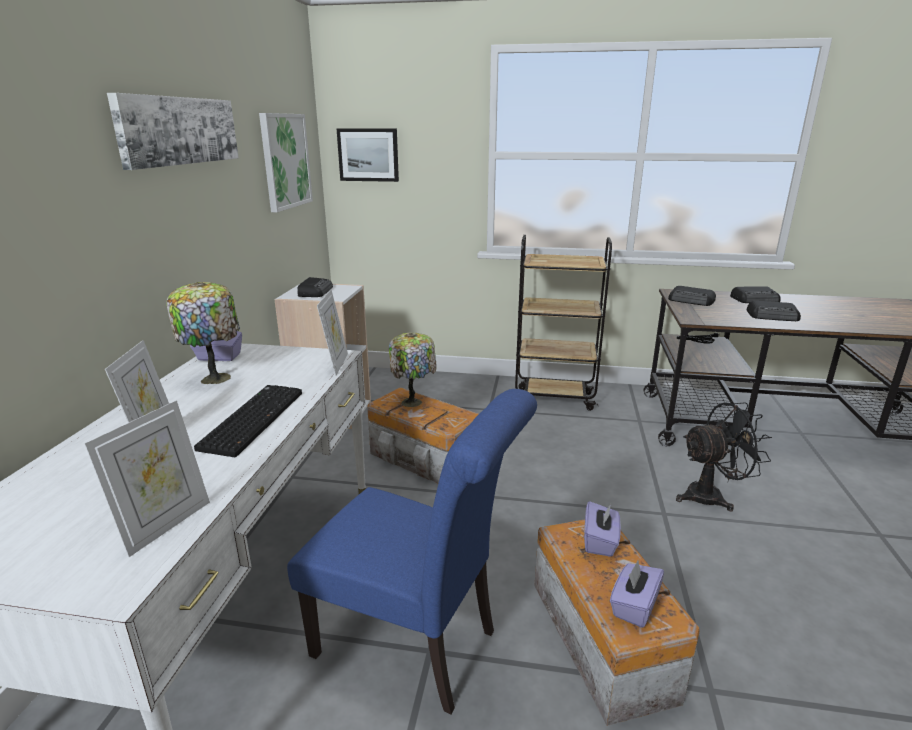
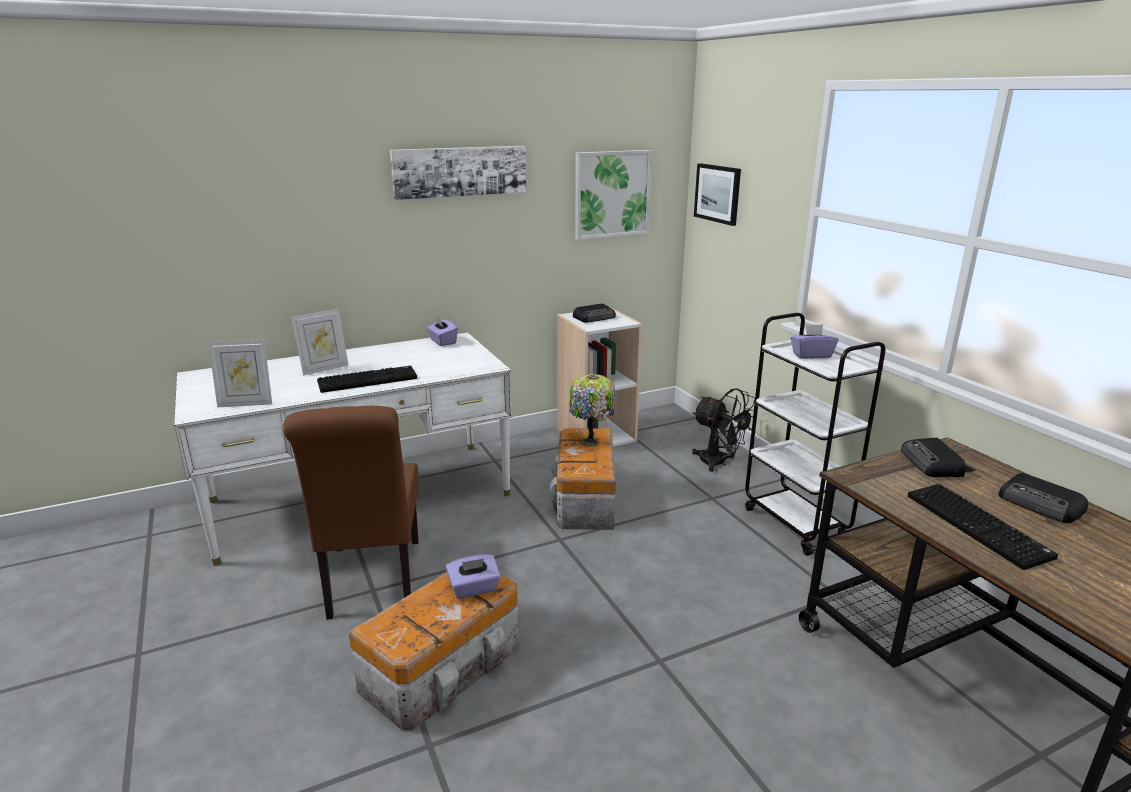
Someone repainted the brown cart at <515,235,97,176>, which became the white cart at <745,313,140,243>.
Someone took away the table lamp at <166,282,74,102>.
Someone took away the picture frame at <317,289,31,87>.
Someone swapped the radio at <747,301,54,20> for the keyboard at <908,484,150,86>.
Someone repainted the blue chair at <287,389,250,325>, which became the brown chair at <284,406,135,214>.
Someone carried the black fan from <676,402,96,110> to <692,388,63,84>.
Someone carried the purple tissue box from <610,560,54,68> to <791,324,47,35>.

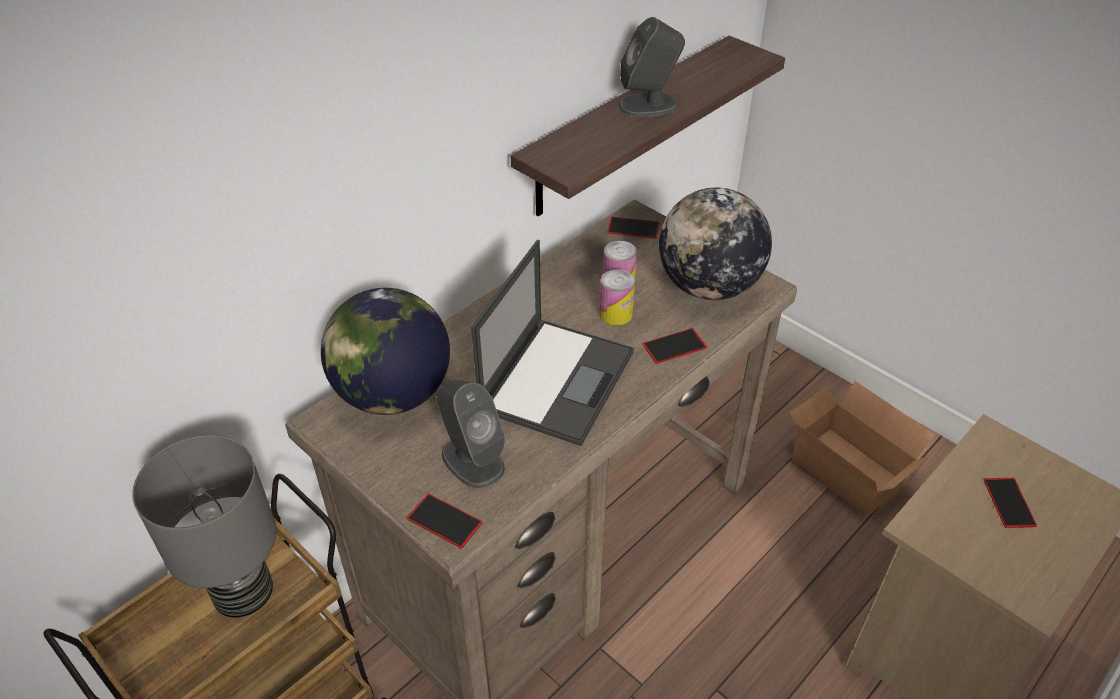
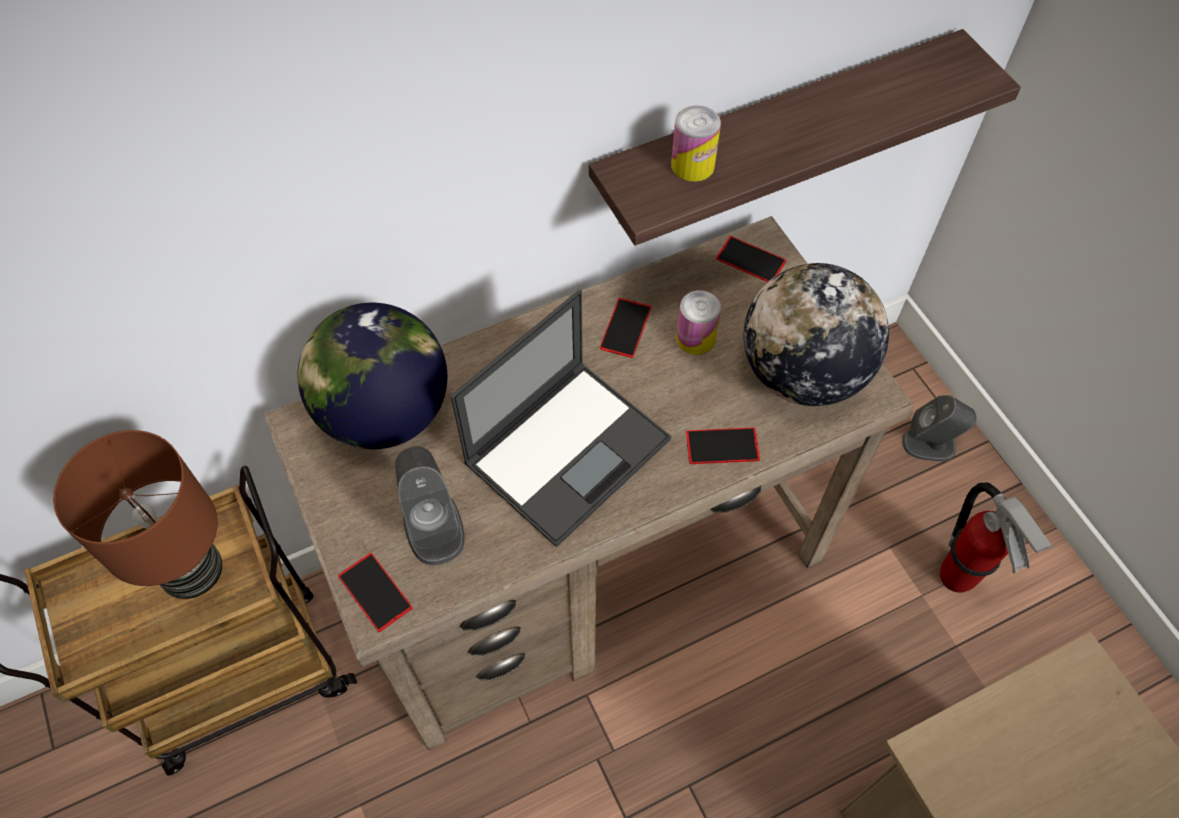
Someone carried the grey speaker from <618,17,67,100> to <902,395,75,66>.
Someone carried the can from <599,269,36,57> to <671,106,50,76>.
Someone swapped the cardboard box at <790,381,145,135> for the fire extinguisher at <940,483,113,110>.
Someone repainted the grey table lamp at <132,435,144,182>, which became the brown table lamp at <53,430,169,169>.
Someone carried the phone from <984,478,53,50> to <600,298,51,60>.

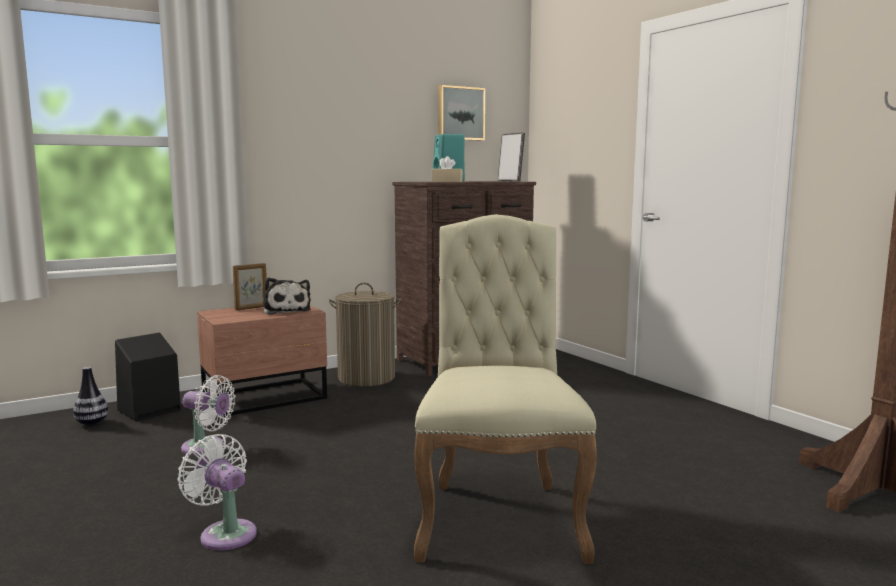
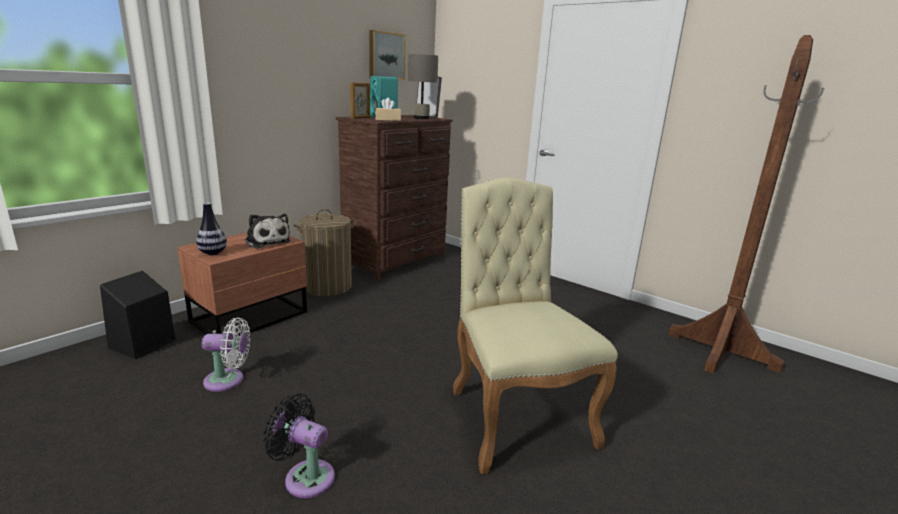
Someone carried the picture frame from <233,263,34,47> to <350,83,20,36>.
Someone carried the vase from <73,367,35,59> to <196,203,31,52>.
Someone repainted the white fan at <178,434,79,116>, which became the black fan at <263,394,72,104>.
Someone put down the grey table lamp at <408,54,30,65>.

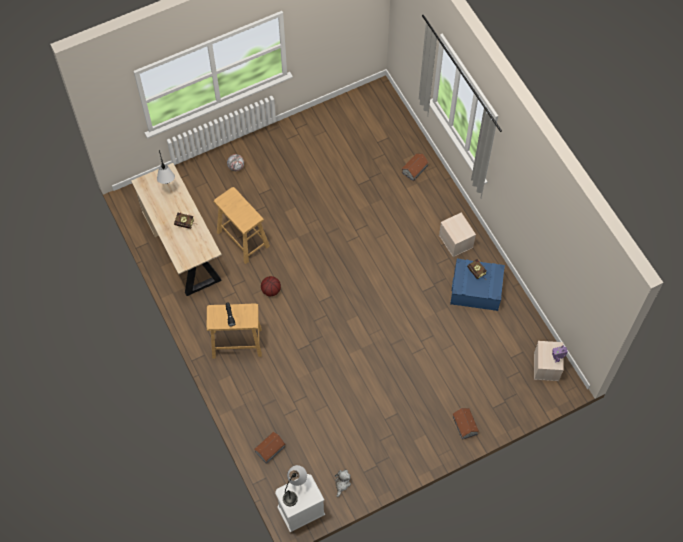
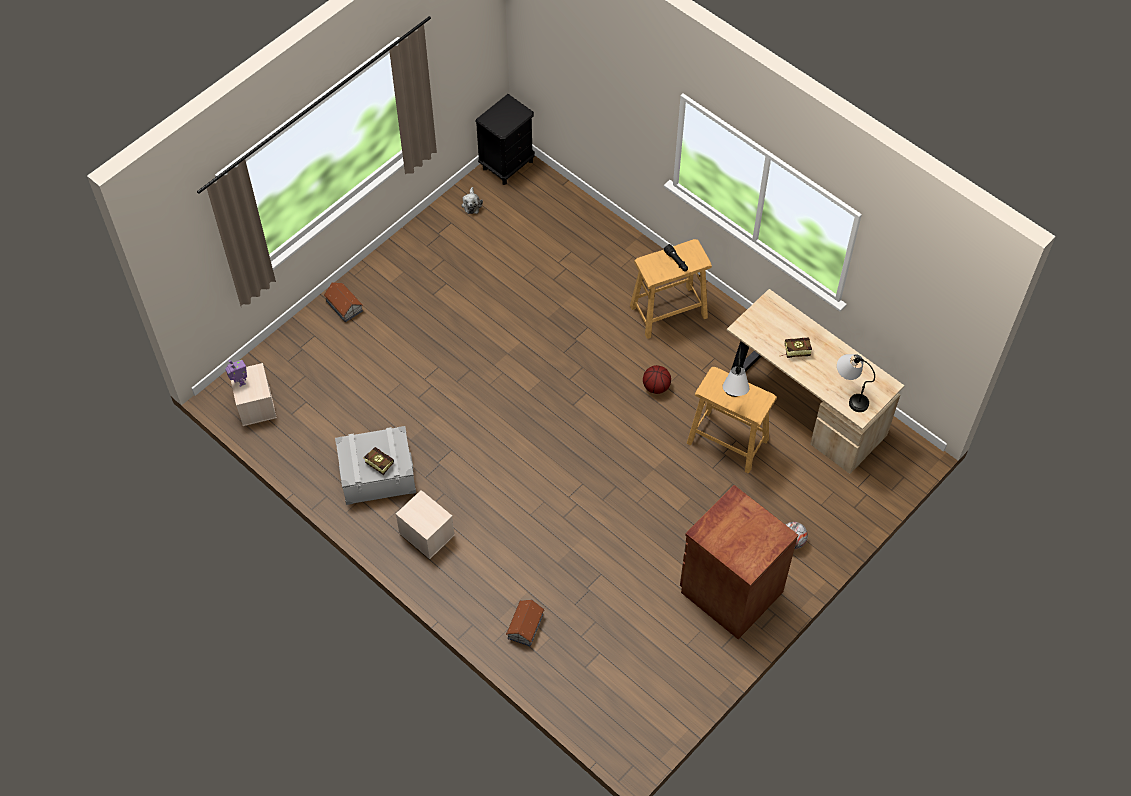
Someone repainted the blue storage box at <450,259,55,52>, which became the grey storage box at <335,426,81,79>.
Someone took away the toy house at <254,432,32,32>.
Someone carried the table lamp from <283,465,24,41> to <722,345,28,52>.
Someone repainted the white nightstand at <275,474,50,58>, which became the black nightstand at <475,94,60,91>.
Someone put down the brown dresser at <680,485,118,155>.

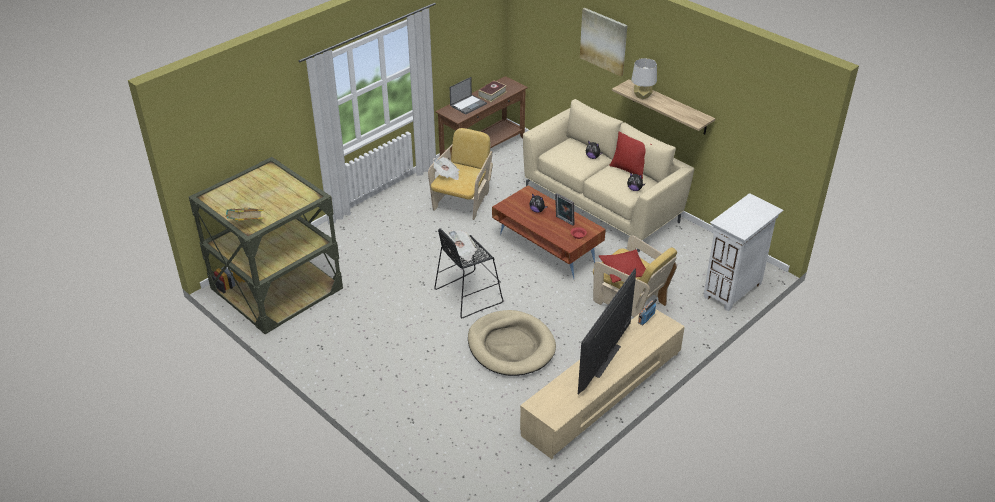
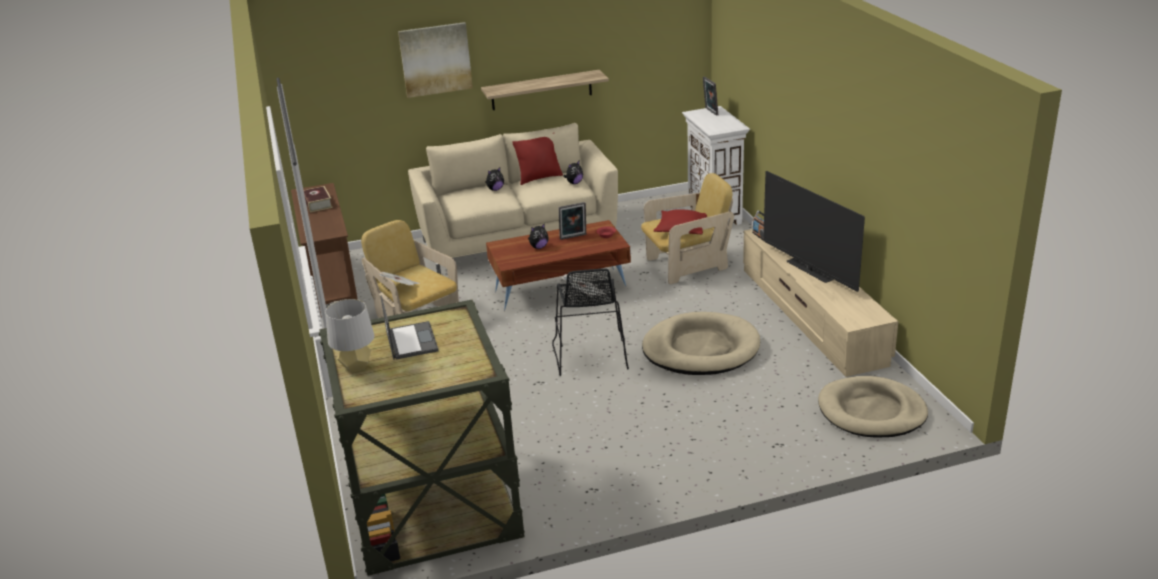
Someone carried the grey table lamp from <631,58,26,41> to <325,299,49,74>.
Someone carried the laptop from <450,77,37,38> to <380,295,59,65>.
Someone took away the book at <225,208,39,13>.
Someone put down the picture frame at <703,76,15,40>.
Someone put down the beige dog bed at <818,376,110,62>.

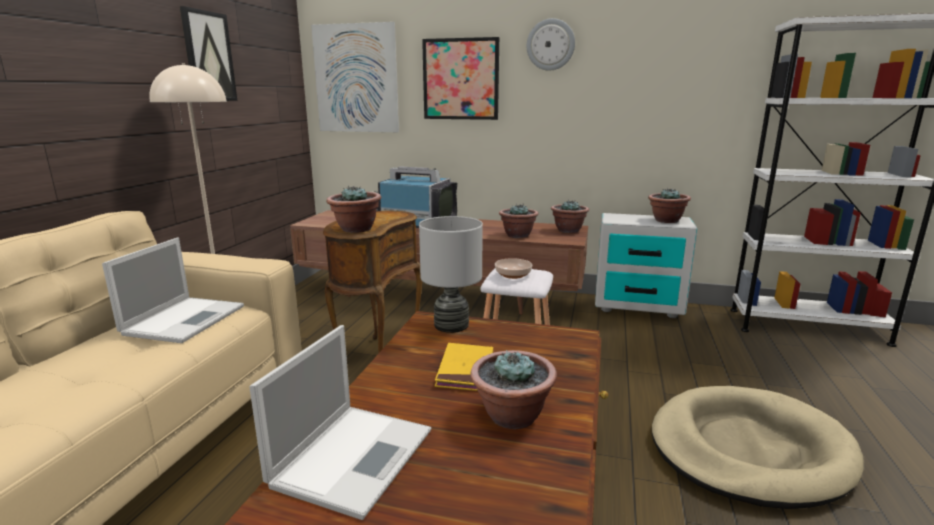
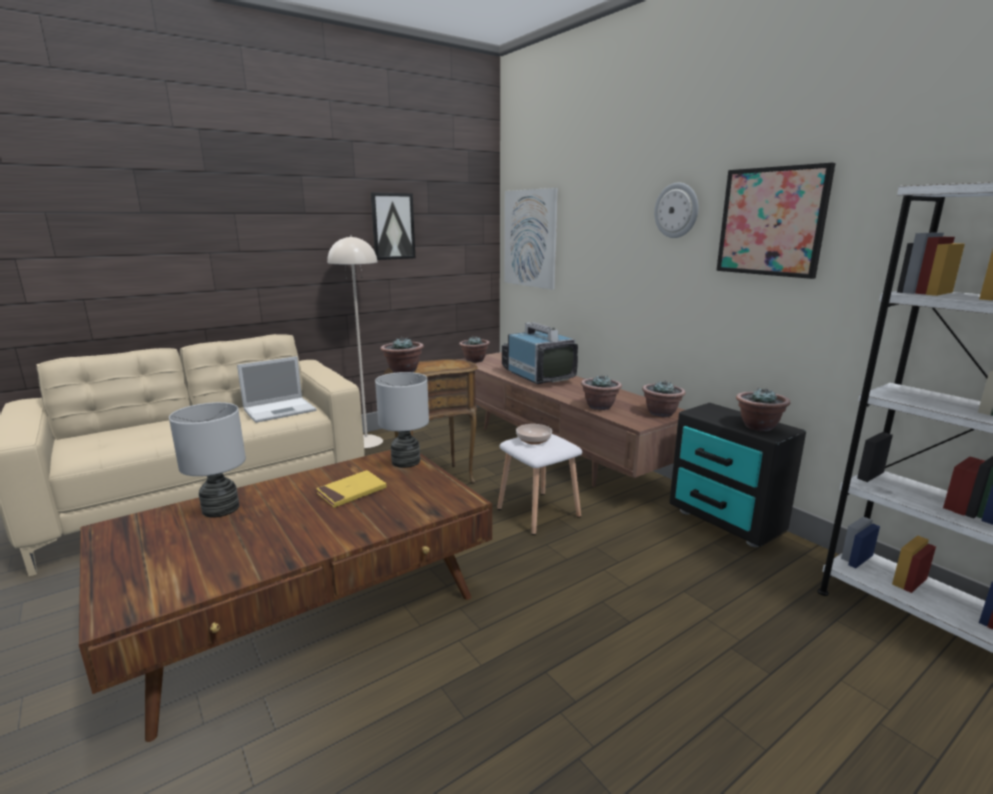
Someone carried the picture from <422,37,77,83> to <716,163,120,116>.
Someone repainted the white nightstand at <595,213,103,105>, which became the black nightstand at <670,403,136,144>.
Someone swapped the laptop at <249,325,182,195> for the grey table lamp at <169,402,77,116>.
Someone carried the potted plant from <470,350,87,79> to <459,336,31,27>.
Someone took away the beige dog bed at <652,386,212,123>.

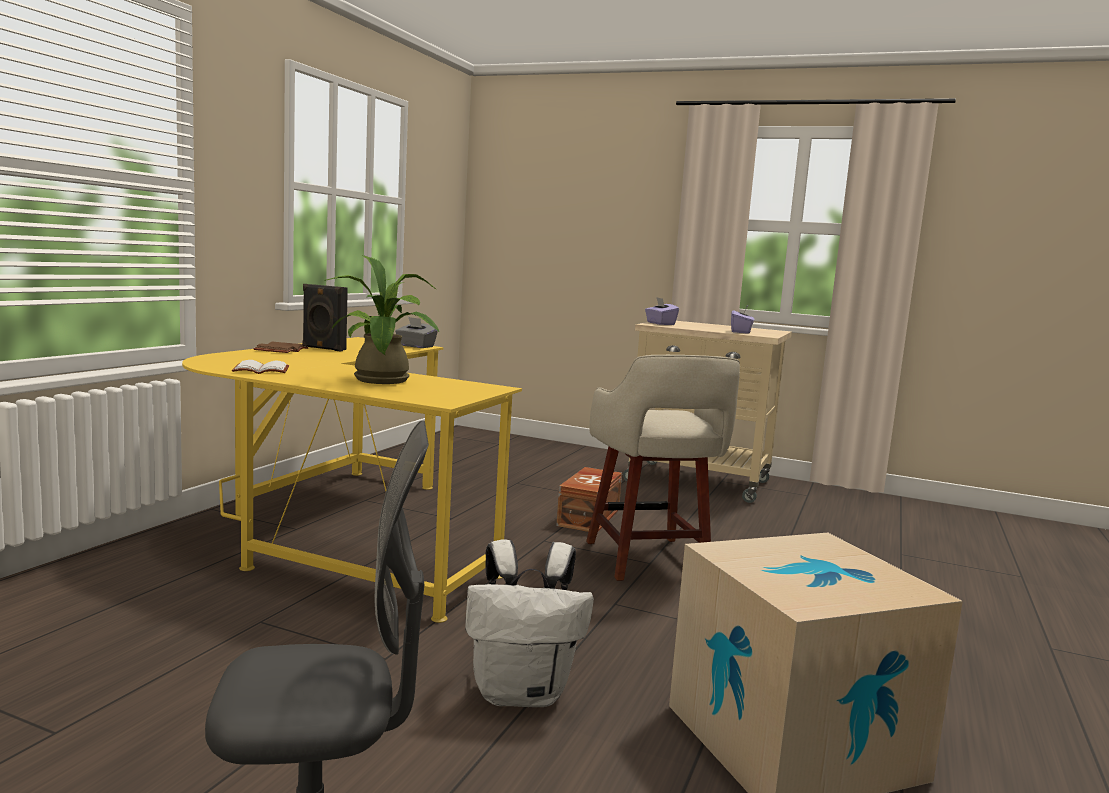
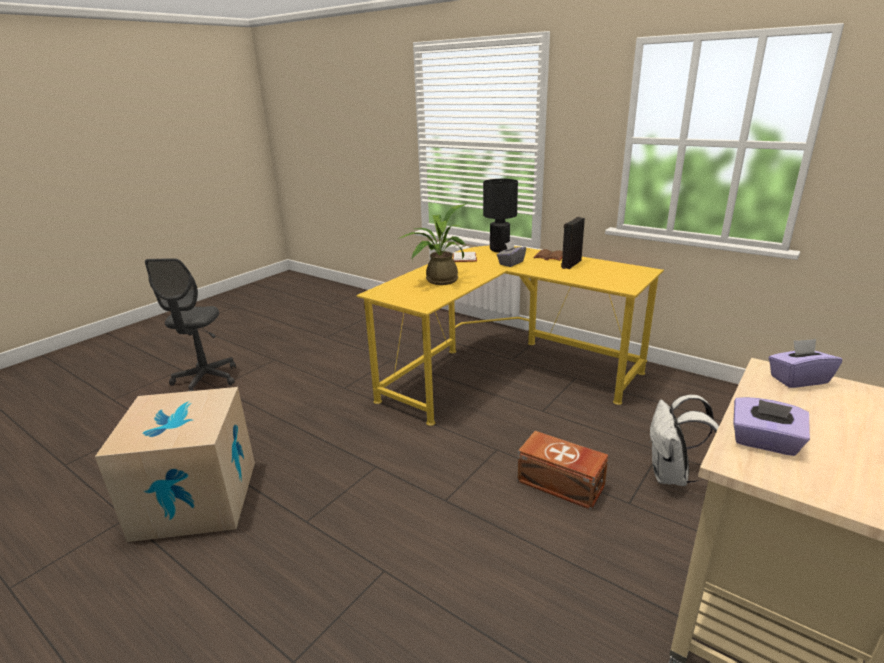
Someone carried the grey tissue box from <395,317,43,31> to <497,241,29,26>.
Someone took away the beige stool at <586,355,154,226>.
Someone carried the white backpack from <465,539,129,168> to <649,395,70,91>.
Someone put down the black table lamp at <483,179,35,74>.

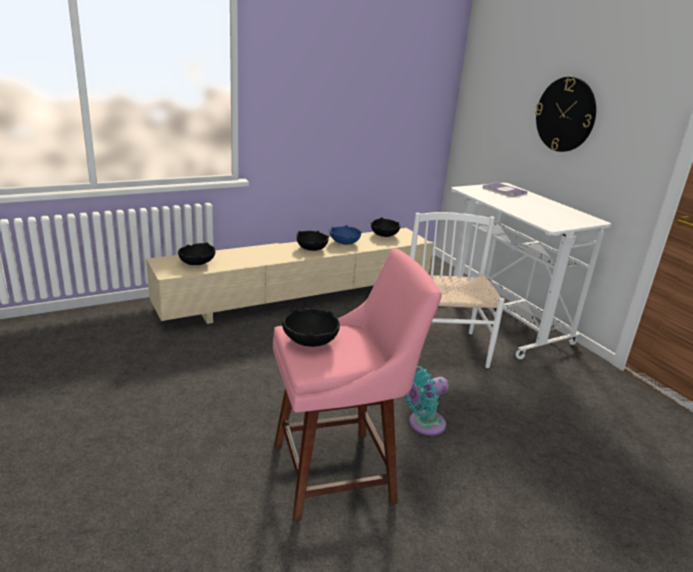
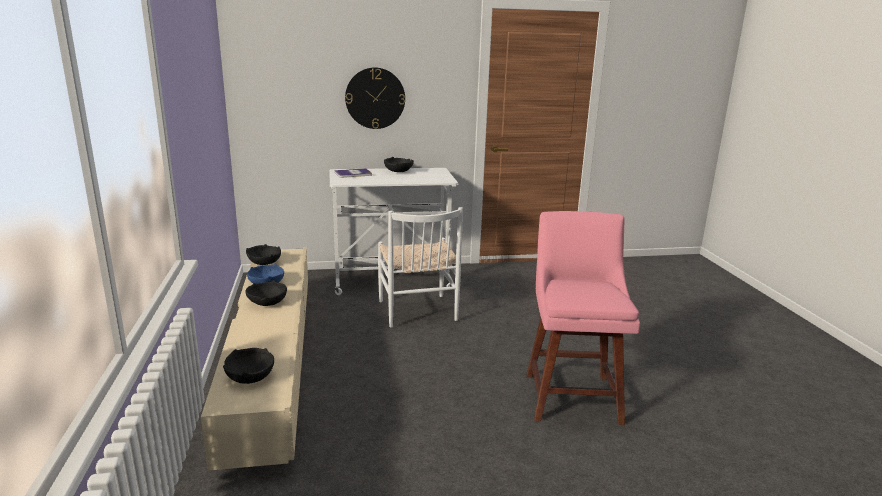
Someone rotated the white chair at <410,212,95,156> by 120 degrees counterclockwise.
Someone carried the black bowl from <282,308,58,39> to <384,157,30,15>.
Someone took away the turquoise fan at <404,366,45,70>.

